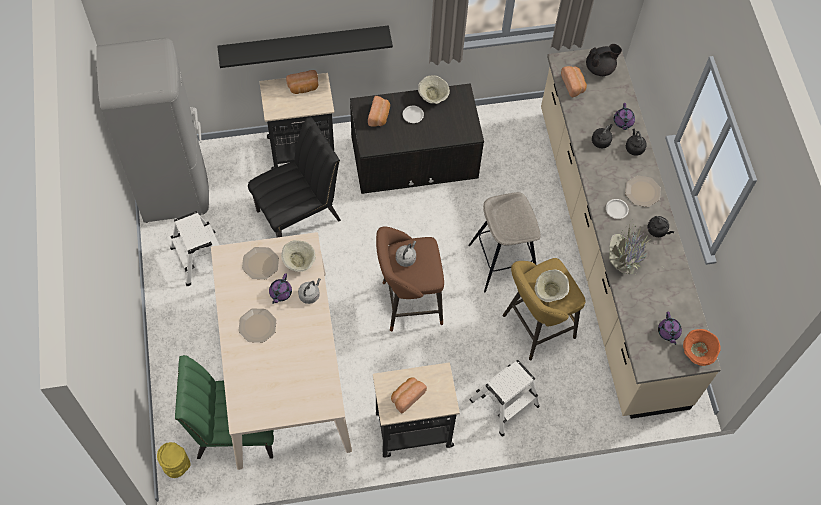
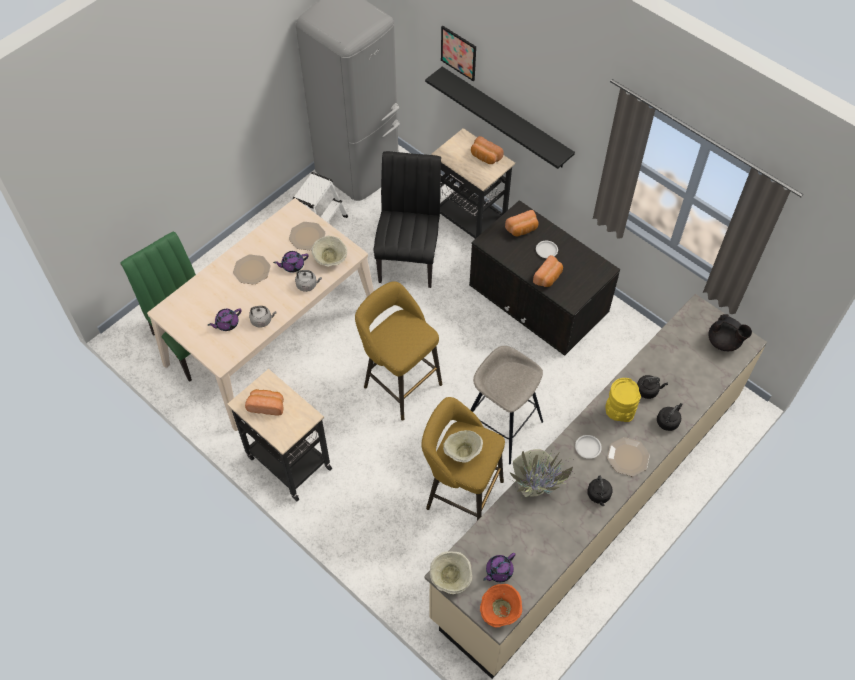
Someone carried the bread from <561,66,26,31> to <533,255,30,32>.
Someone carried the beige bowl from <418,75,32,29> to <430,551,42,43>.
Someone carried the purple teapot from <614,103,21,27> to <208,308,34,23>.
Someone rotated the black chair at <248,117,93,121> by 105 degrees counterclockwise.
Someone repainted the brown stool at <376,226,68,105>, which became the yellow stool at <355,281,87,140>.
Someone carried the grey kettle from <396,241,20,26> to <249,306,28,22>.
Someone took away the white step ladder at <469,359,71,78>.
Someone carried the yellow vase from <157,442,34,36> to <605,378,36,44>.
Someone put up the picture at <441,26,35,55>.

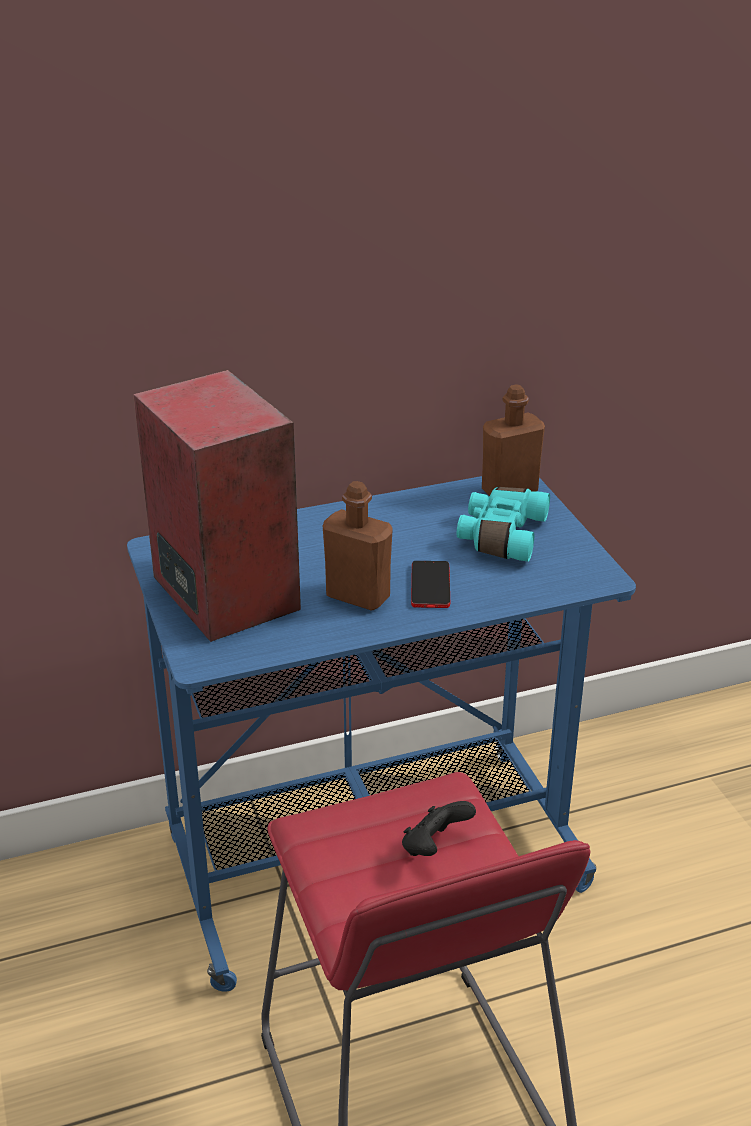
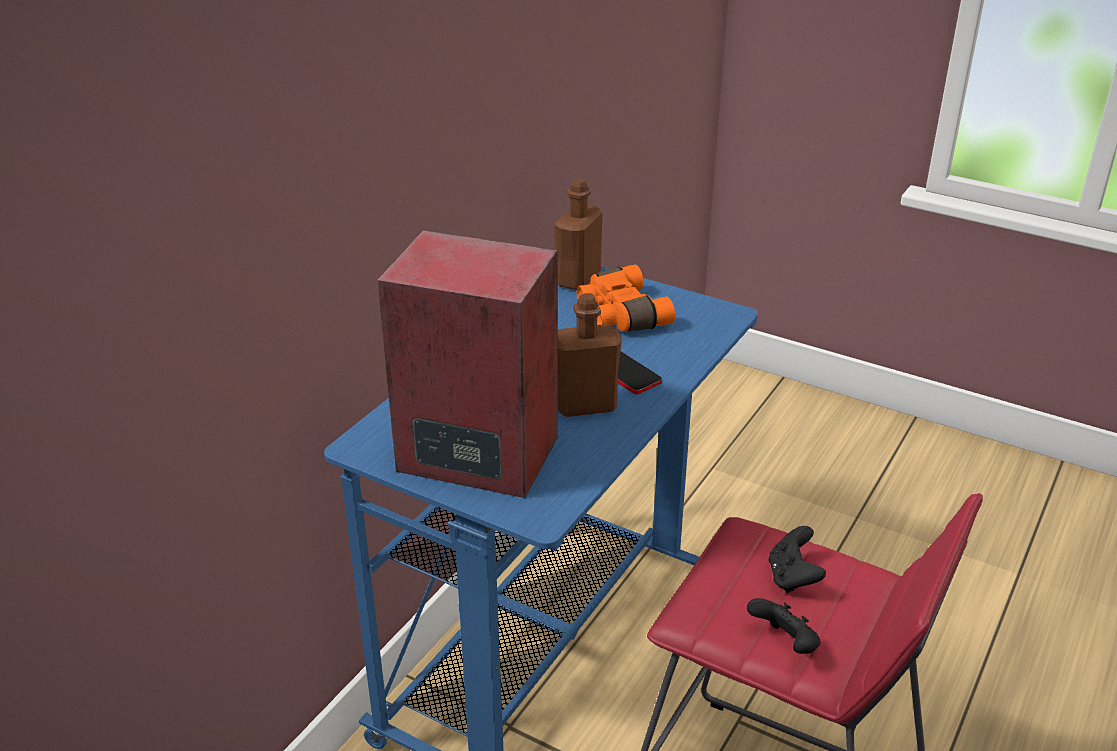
Someone repainted the turquoise binoculars at <457,487,93,75>, which became the orange binoculars at <577,265,98,67>.
Someone put down the black game controller at <747,598,74,56>.

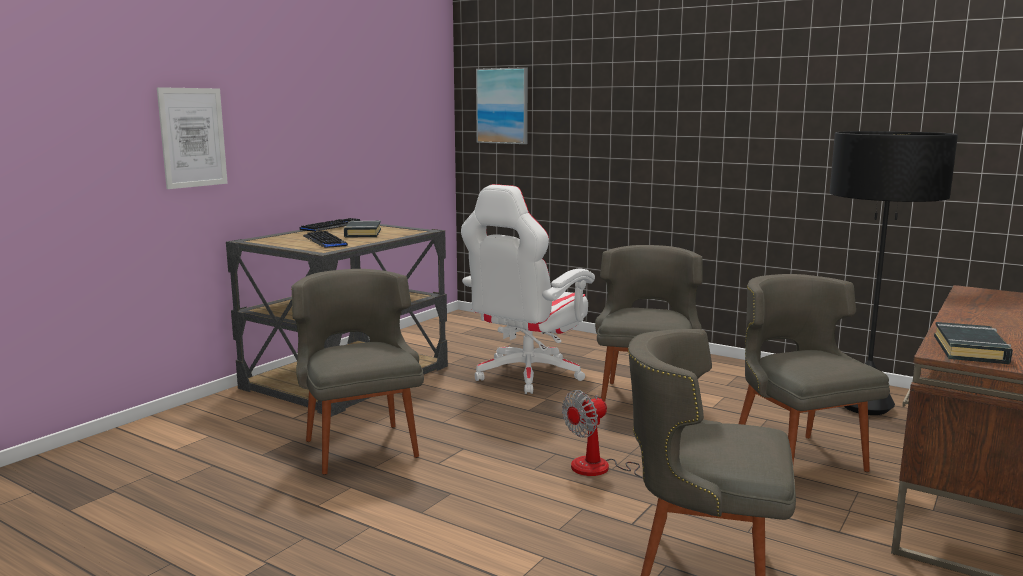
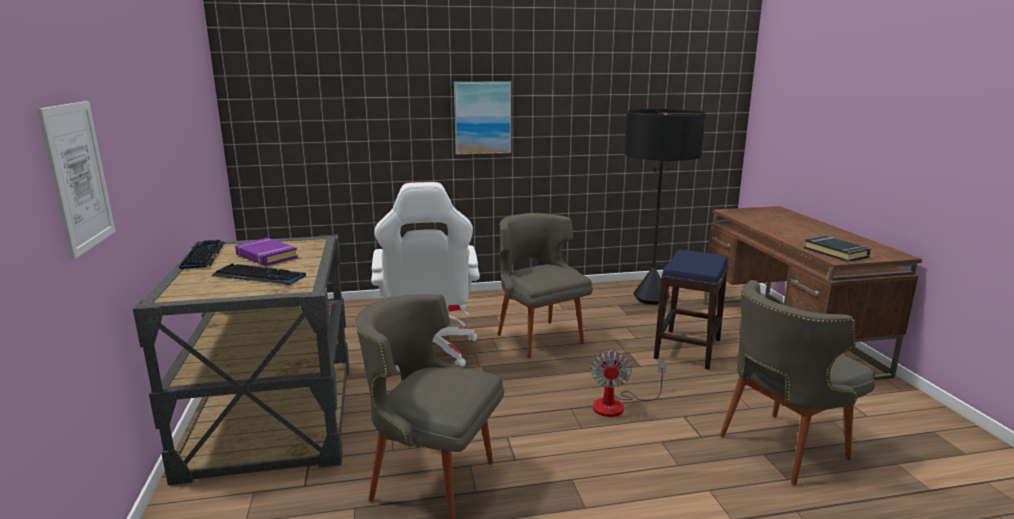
Someone carried the picture from <476,67,52,77> to <454,81,57,74>.
Someone repainted the black book at <344,221,37,17>, which became the purple book at <235,238,63,28>.
Someone swapped the grey chair at <738,274,152,198> for the stool at <654,250,74,119>.

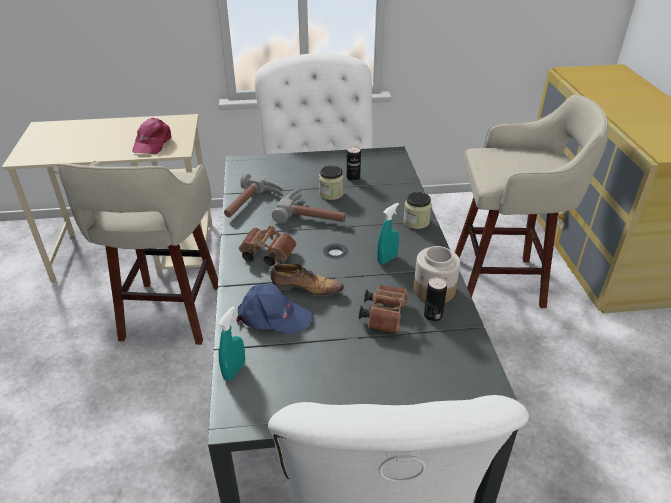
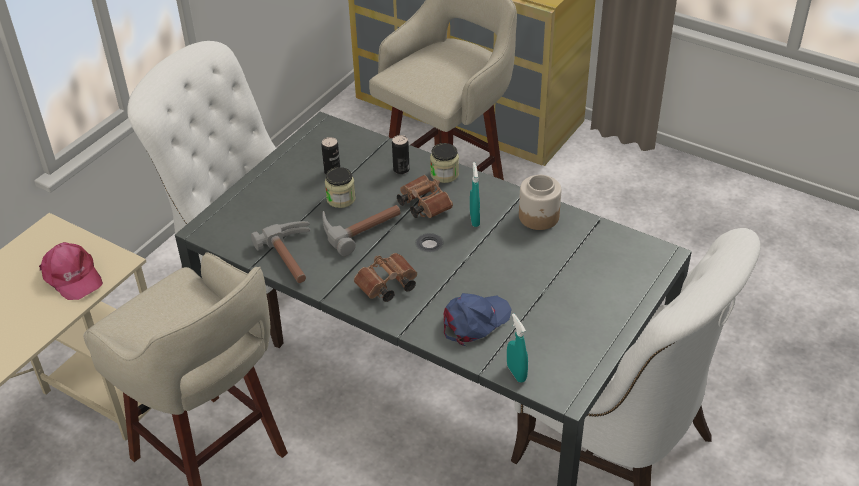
Someone took away the shoe at <270,263,74,33>.
Someone carried the can from <424,277,23,44> to <392,135,18,39>.
Someone carried the brown binoculars from <359,285,49,49> to <397,175,56,43>.

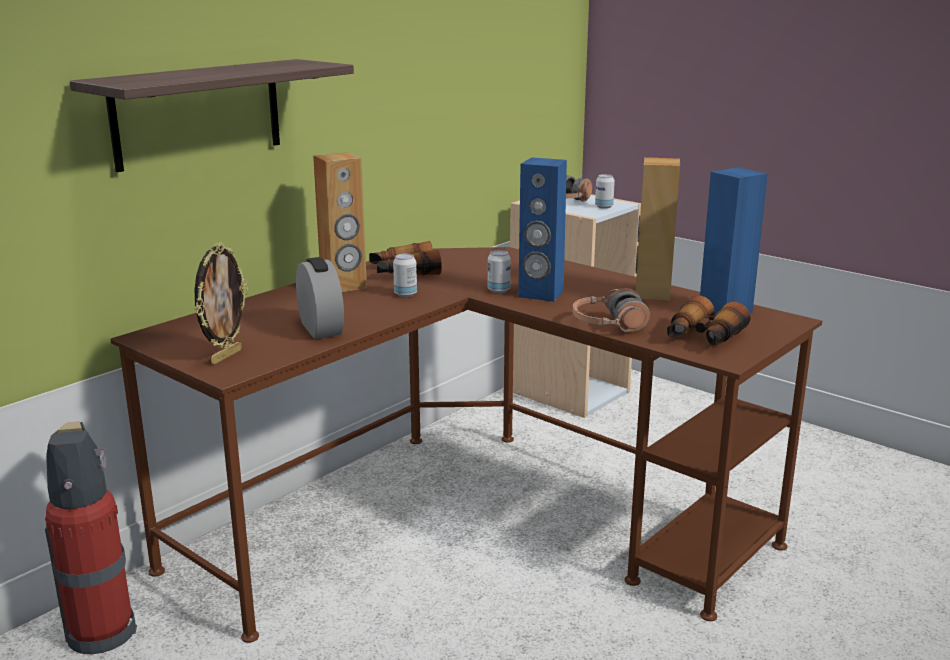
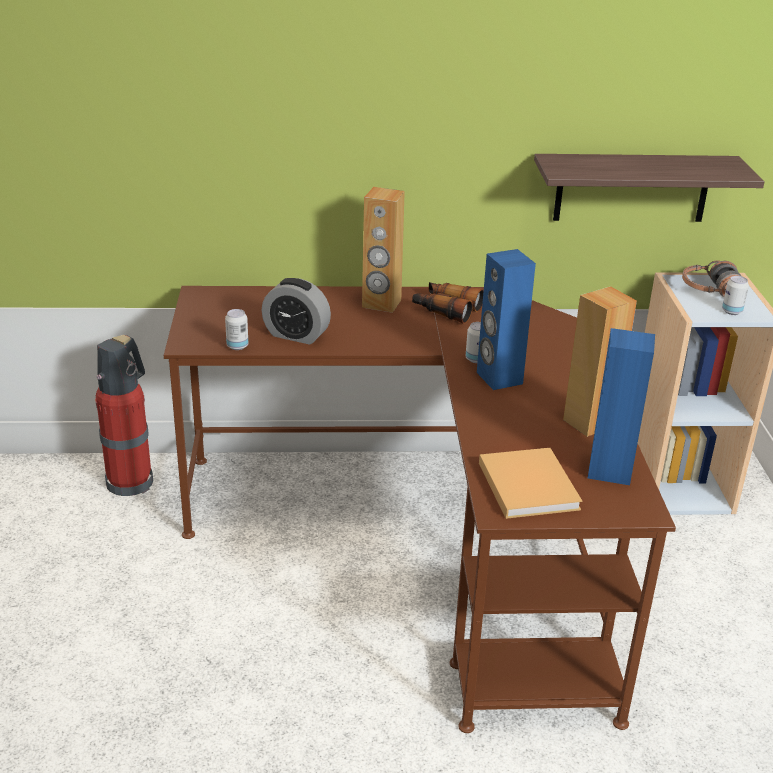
Someone carried the shelf from <70,59,284,113> to <534,154,231,68>.
Someone took away the picture frame at <195,242,53,122>.
Someone carried the can from <393,254,24,43> to <225,309,23,41>.
Someone rotated the alarm clock at <296,257,48,82> by 90 degrees clockwise.
Someone took away the headphones at <573,288,77,44>.
Someone swapped the binoculars at <667,295,83,50> for the beige book at <479,448,103,71>.

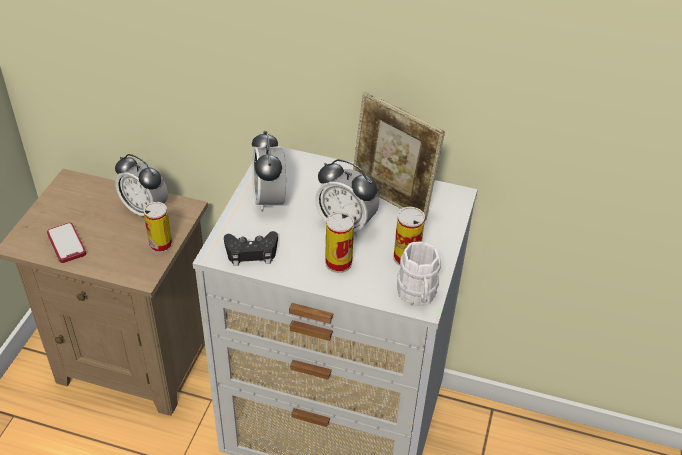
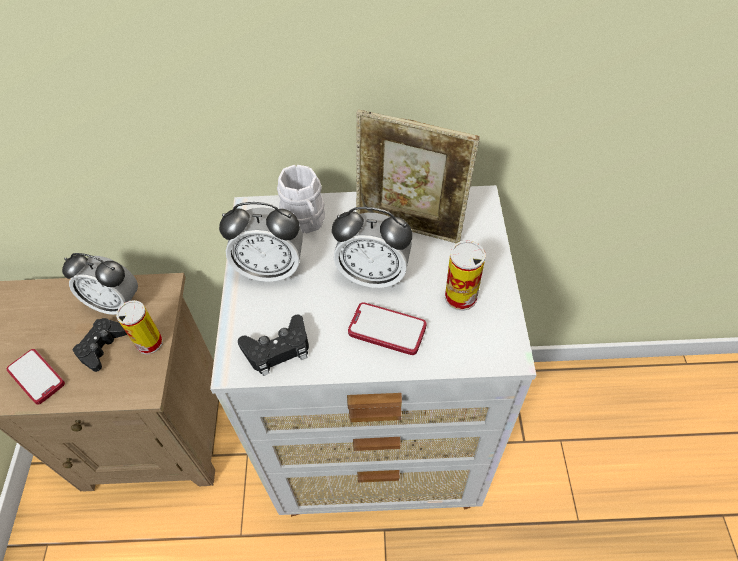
Someone rotated the alarm clock at <252,131,34,81> by 60 degrees counterclockwise.
Someone swapped the can at <325,212,29,61> for the phone at <348,302,79,53>.
Someone carried the white mug from <397,242,44,64> to <277,165,48,69>.
Someone put down the black game controller at <72,318,55,54>.

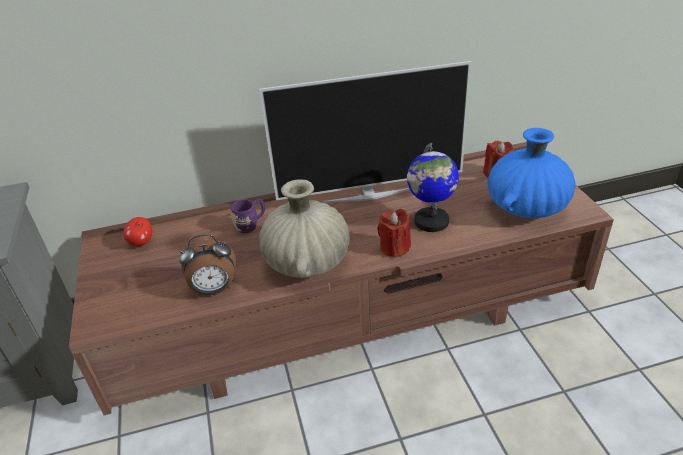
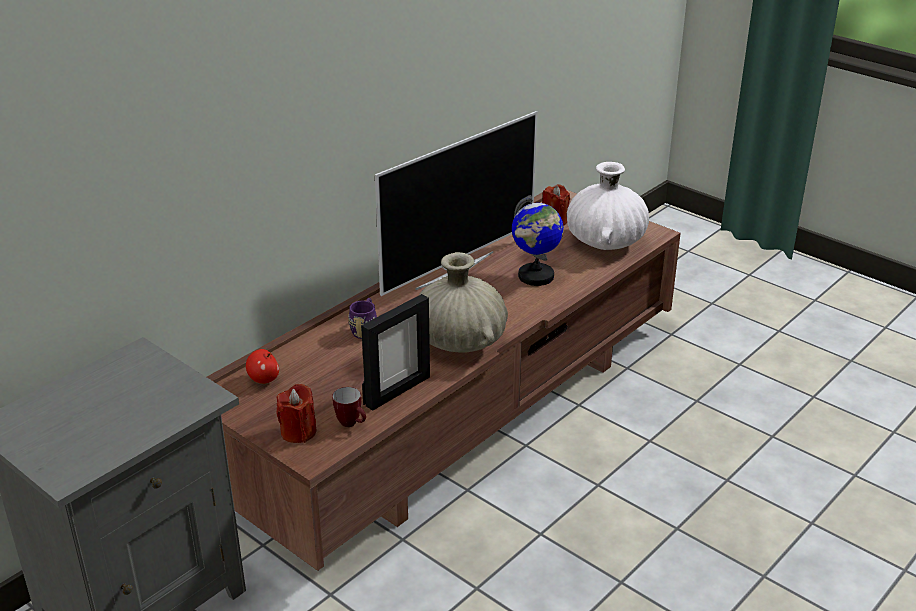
Someone repainted the blue vase at <487,128,89,90>, which became the white vase at <567,162,82,88>.
Someone carried the red candle from <377,209,34,49> to <276,384,41,59>.
Someone swapped the alarm clock at <179,234,57,61> for the picture frame at <361,294,69,117>.
Someone put down the mug at <332,387,34,40>.

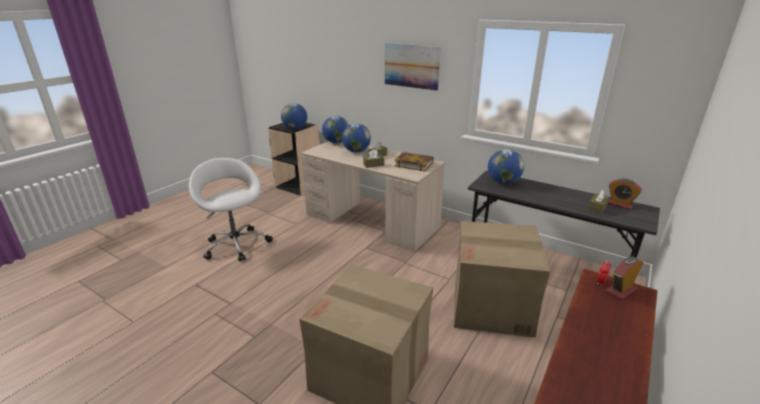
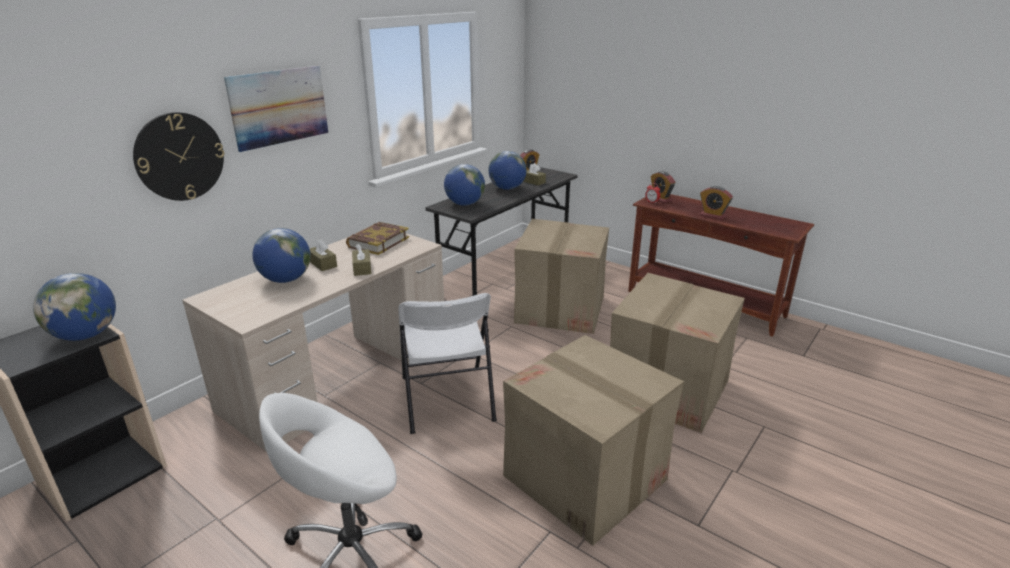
Someone carried the globe from <322,116,27,27> to <488,151,39,39>.
Someone put up the wall clock at <133,112,91,89>.
Someone put down the alarm clock at <700,186,33,34>.
Someone put down the white chair at <398,293,99,141>.
Someone put down the cardboard box at <503,335,181,211>.

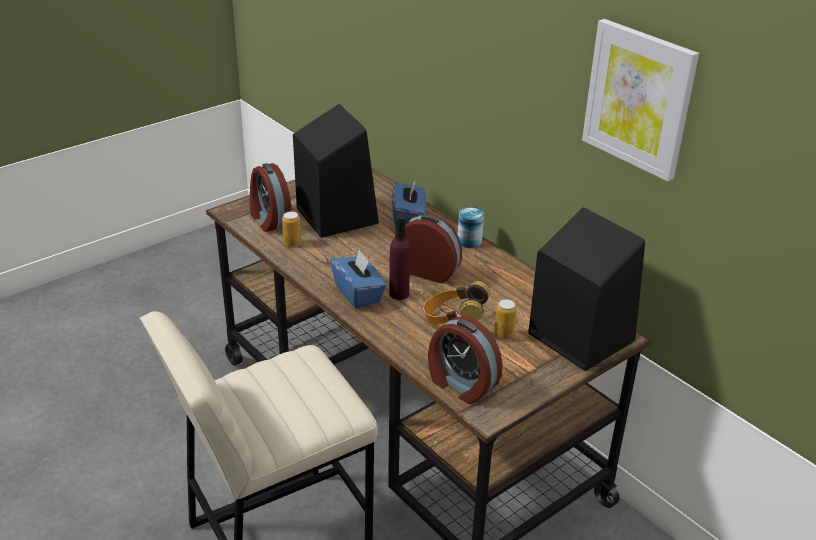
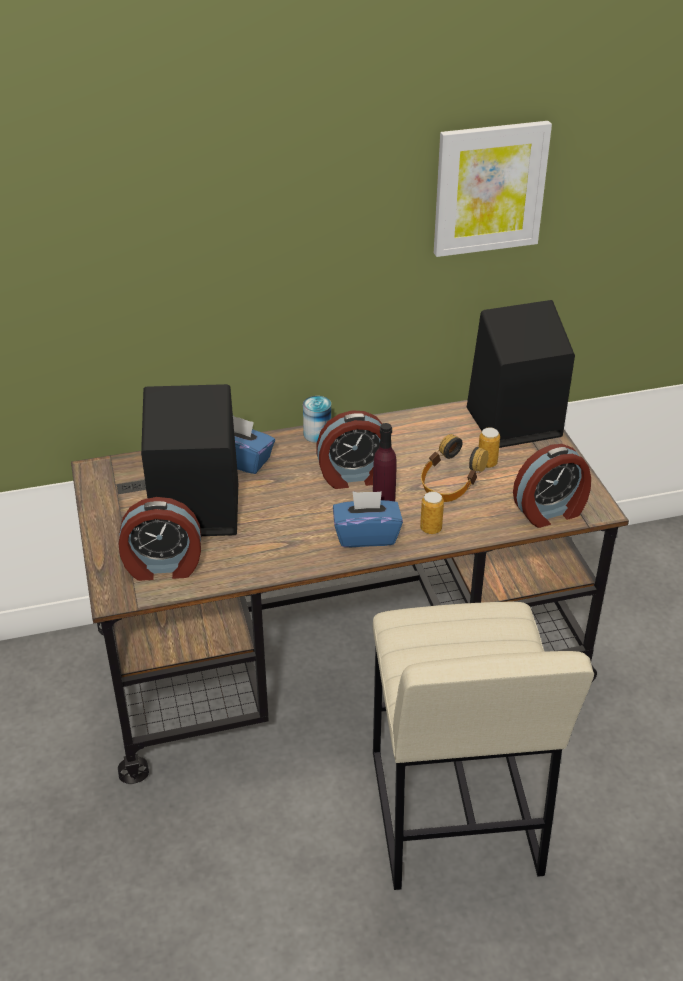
Someone carried the can from <282,211,19,36> to <420,492,24,42>.
Someone rotated the alarm clock at <405,214,57,69> by 150 degrees counterclockwise.

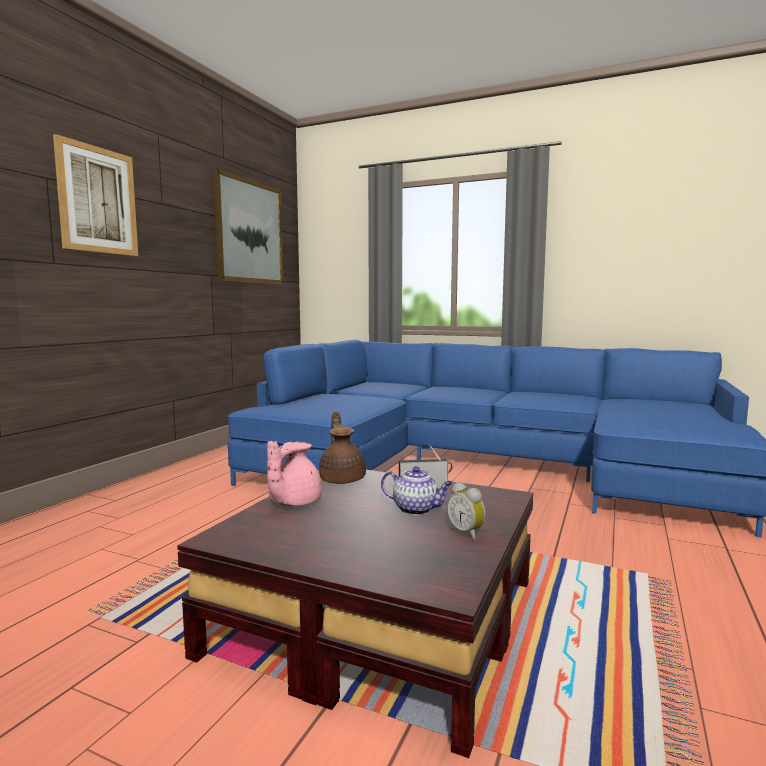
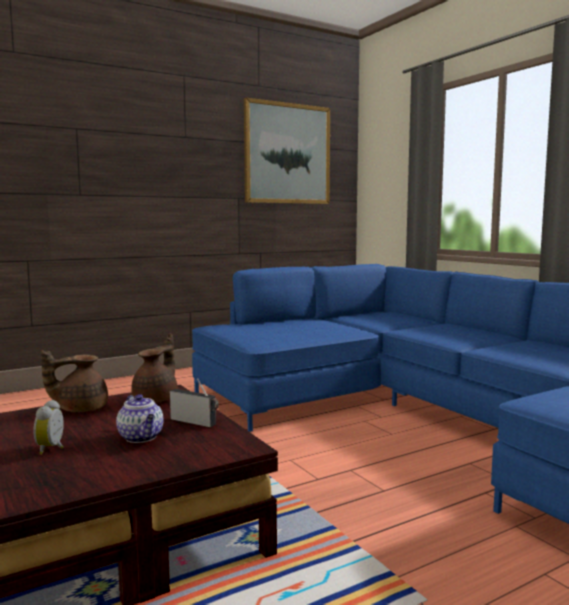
Someone took away the picture at <53,134,85,122>.
Someone repainted the pink teapot at <267,441,55,65>, which became the brown teapot at <41,350,67,62>.
Someone carried the alarm clock from <447,482,38,58> to <34,400,30,55>.

